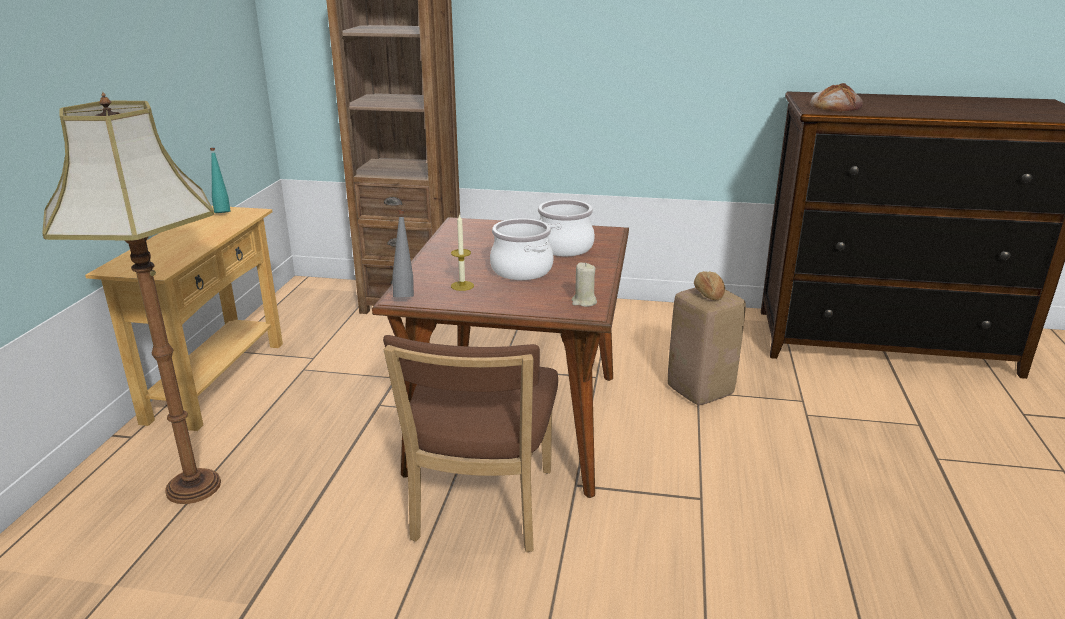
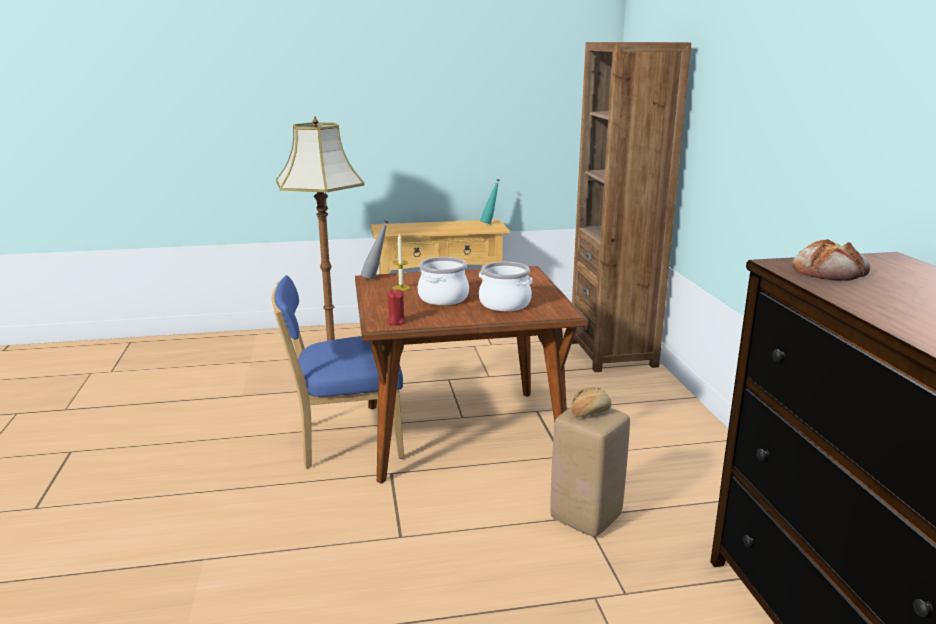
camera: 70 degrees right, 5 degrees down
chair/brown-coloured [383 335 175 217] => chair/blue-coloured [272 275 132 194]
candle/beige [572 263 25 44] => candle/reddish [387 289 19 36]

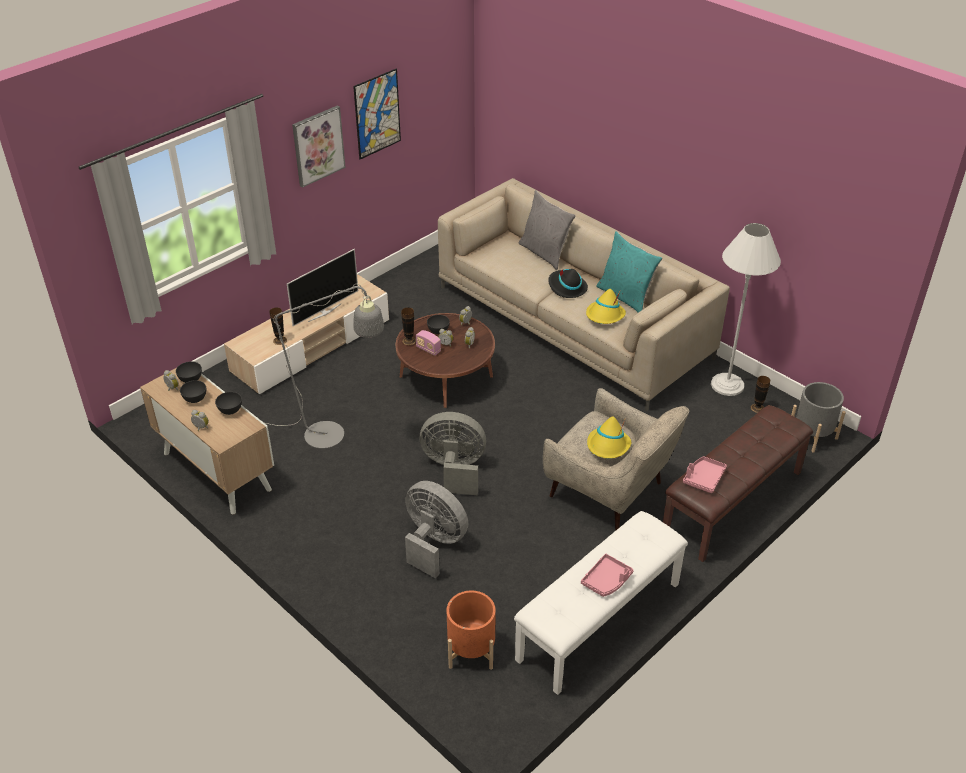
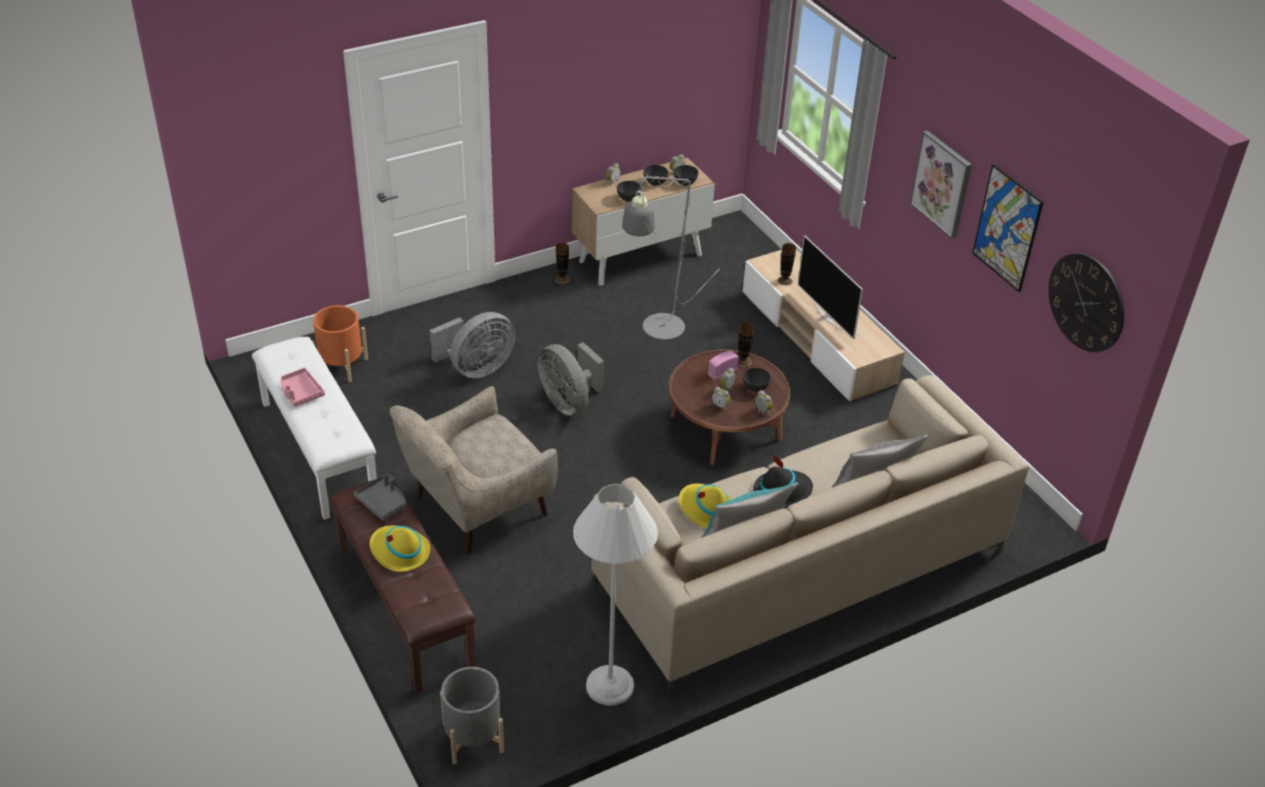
camera: 105 degrees right, 0 degrees up
nothing => hanging clock [1048 253 76 99]
wearable hat/yellow [587 417 44 42] => wearable hat/yellow [370 525 60 47], shifted
decorative vase [751 376 19 37] => decorative vase [555 243 15 41], shifted
tray/pink-coloured [683 456 44 37] => tray/grey [354 474 52 47]
electric fan/grey [419 412 67 83] => electric fan/grey [538 342 66 74], 120 degrees clockwise

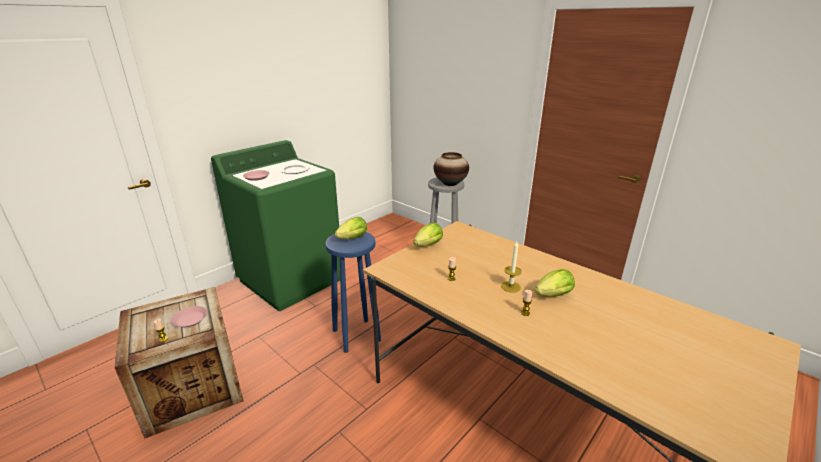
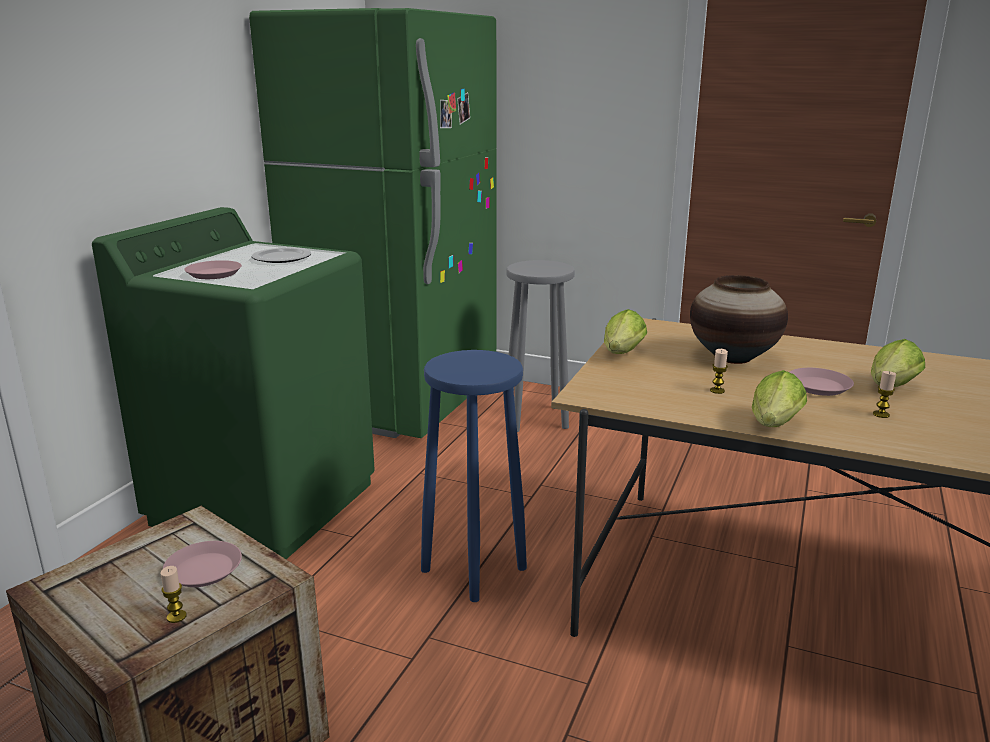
camera: 20 degrees left, 5 degrees down
nothing => fridge/green [249 8 248 430]
head of lettuce [334 217 33 22] => head of lettuce [752 370 55 57], shifted
decorative vase [434 152 35 34] => decorative vase [690 275 98 89], shifted
candle [501 241 21 52] => flat dish/pink-coloured [789 368 65 28]

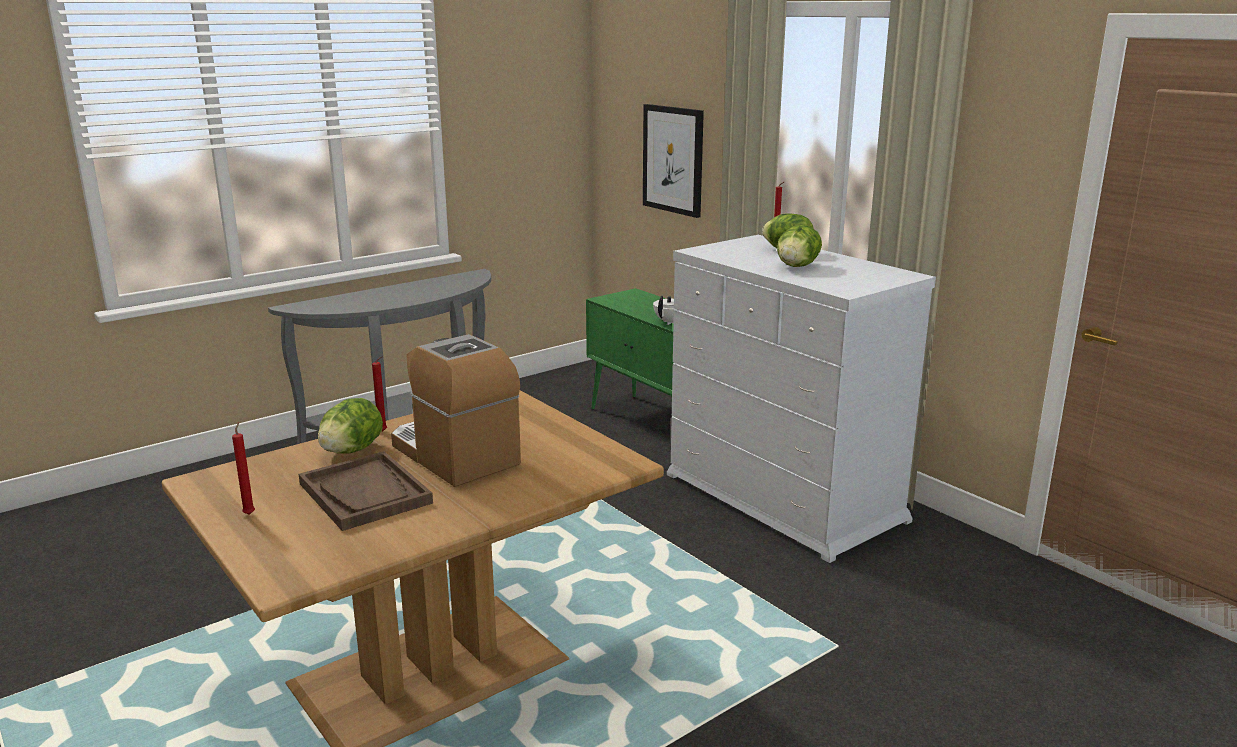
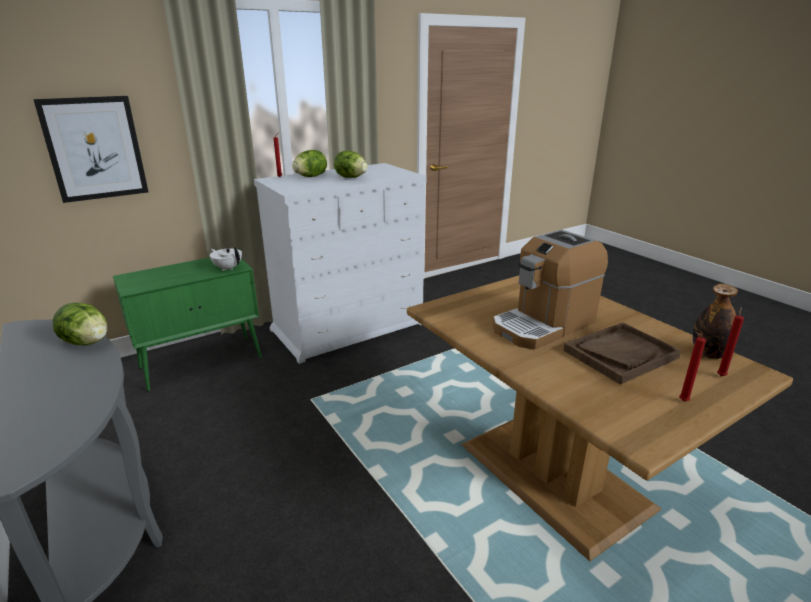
camera: 85 degrees left, 5 degrees up
nothing => beverage bottle [693 284 45 75]
head of lettuce [318 398 65 56] => head of lettuce [52 303 55 43], shifted
candle/reddish [372 356 15 76] => candle/reddish [717 307 27 69], shifted

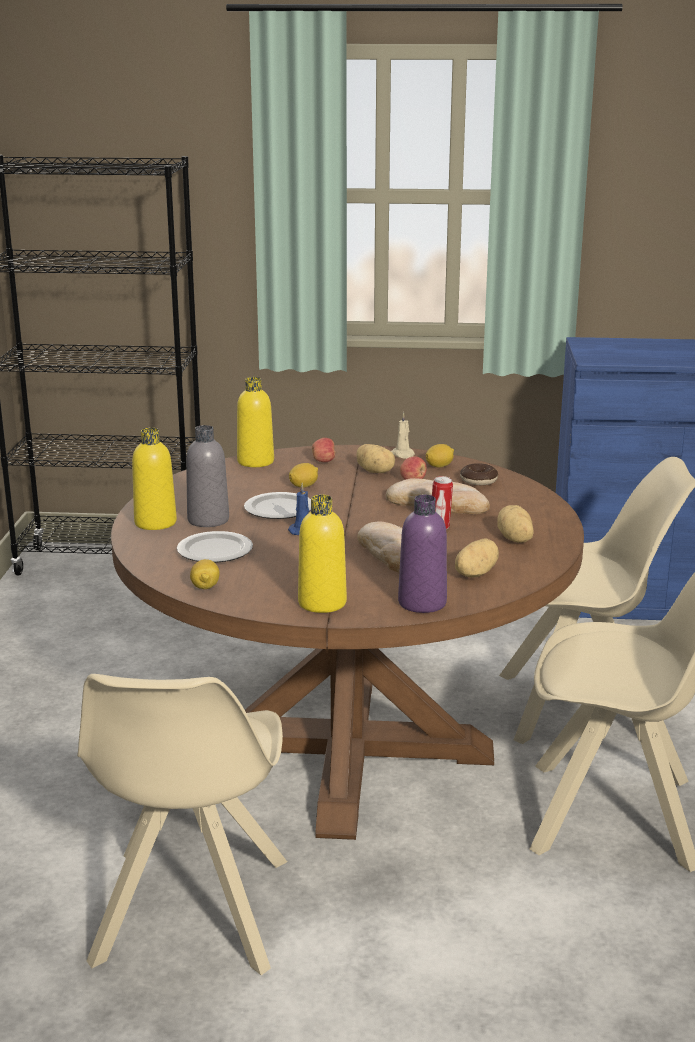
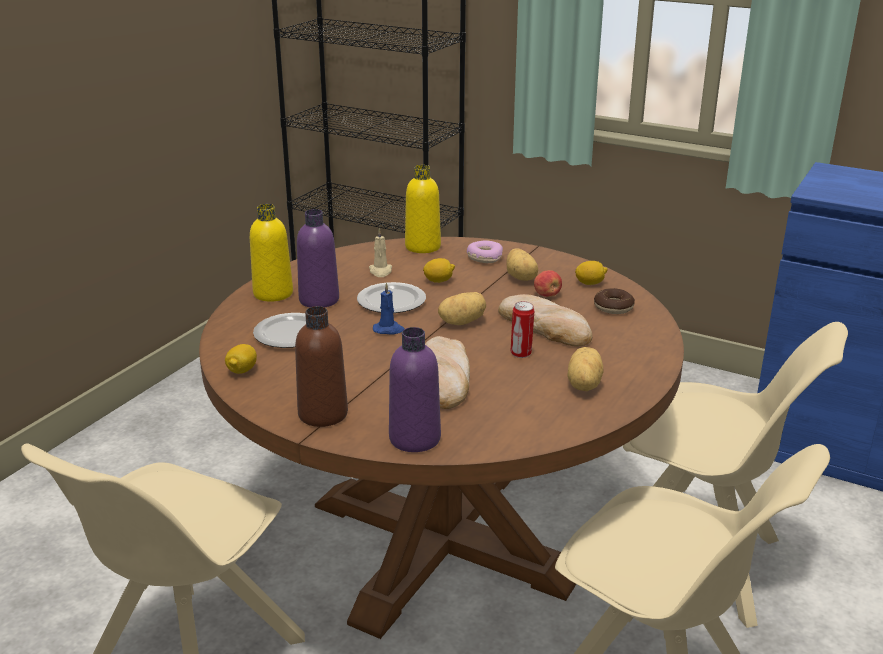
camera: 25 degrees right, 5 degrees up
candle/beige [391 412 24 47] => candle/beige [369 228 23 49], shifted
potato [455 539 44 38] => potato [438 292 48 33], shifted
apple [312 438 24 24] => doughnut [467 240 36 23]
beverage bottle/grey [186 425 43 102] => beverage bottle/purple [297 209 42 98]
beverage bottle/yellow [298 495 49 118] => beverage bottle/brown-coloured [295 306 53 121]

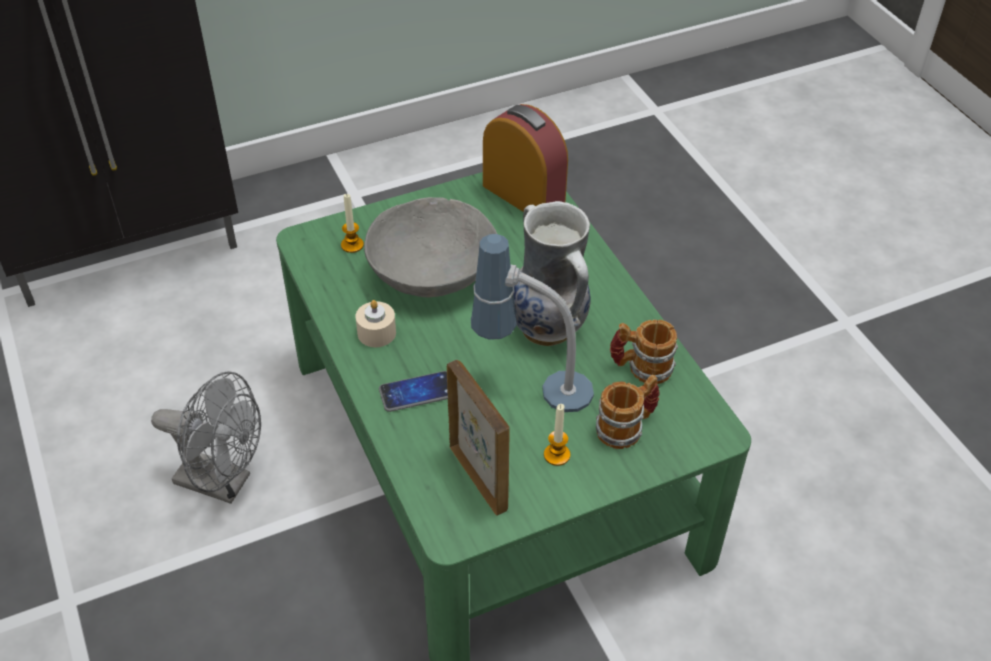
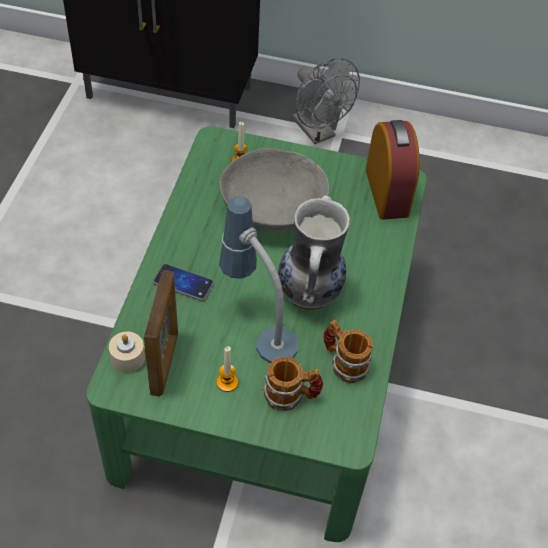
camera: 35 degrees right, 5 degrees up
electric fan/grey [151 371 110 133] => electric fan/grey [293 58 67 86], shifted
candle/beige [355 300 41 47] => candle/beige [109 332 36 41], shifted

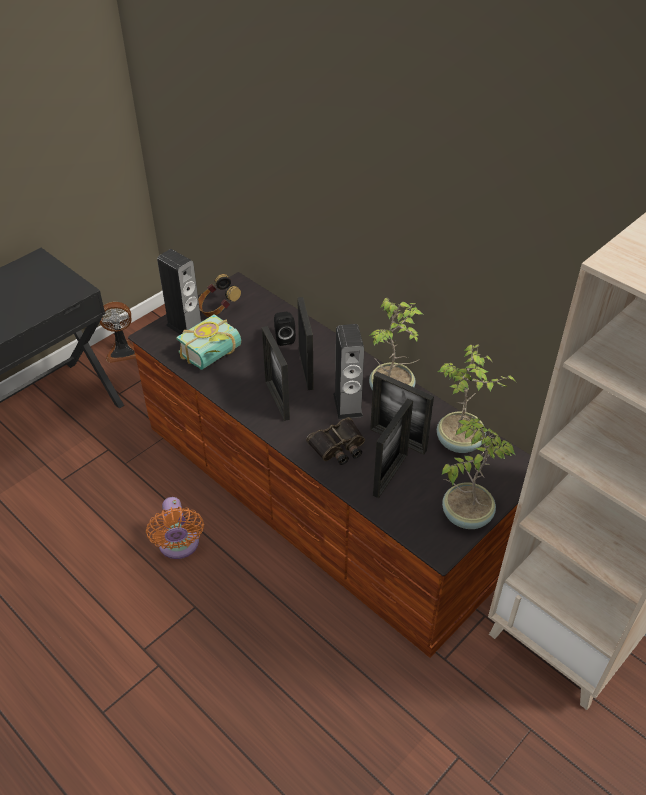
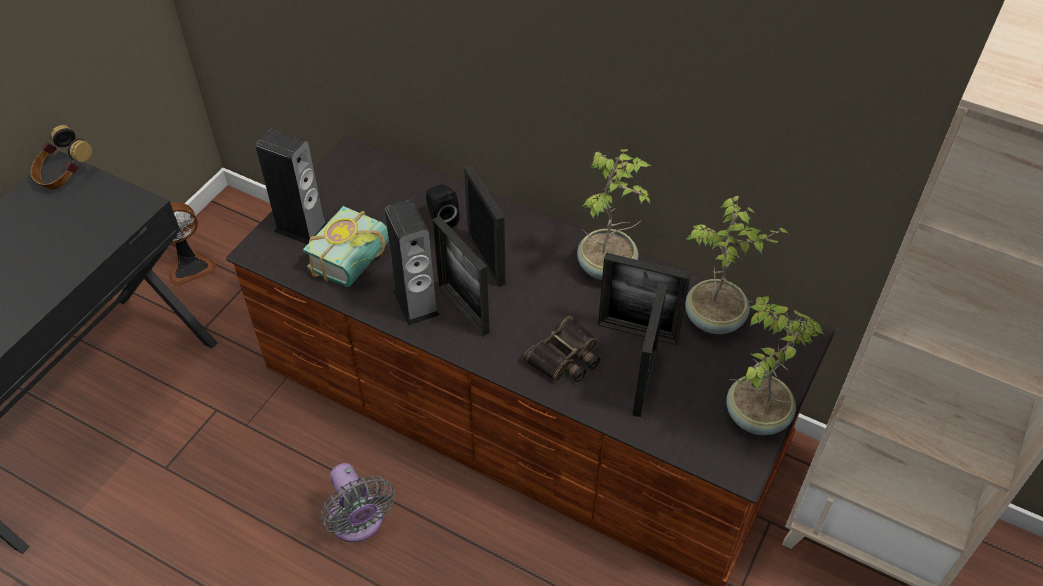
camera: 15 degrees left, 5 degrees up
headset [198 274 43 43] => headset [31 125 61 65], shifted
speaker [333 324 31 95] => speaker [384 200 56 126], shifted
electric fan/orange-coloured [146 497 58 62] => electric fan/grey [321 463 74 79]

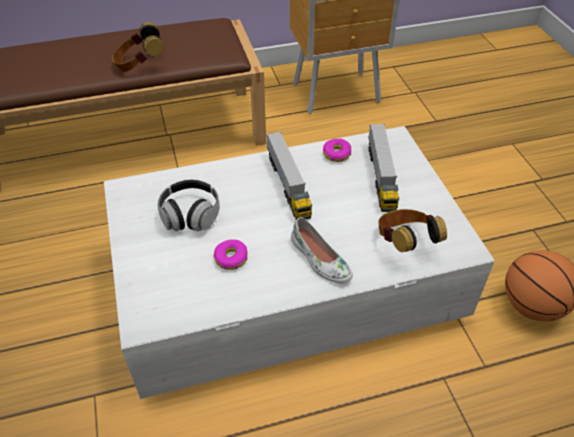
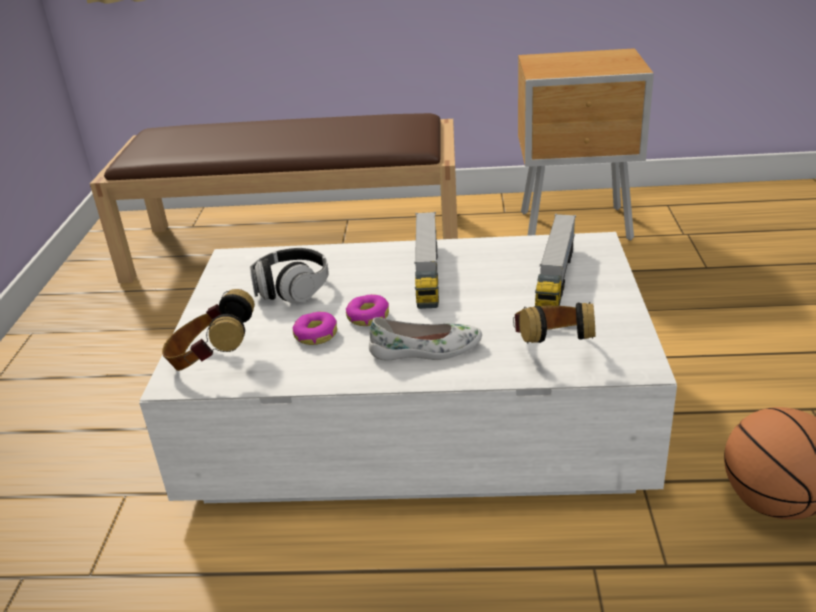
camera: 20 degrees right, 15 degrees down
headset [112 22 51 50] => headset [162 289 93 82], shifted
doughnut [323 138 28 24] => doughnut [346 294 43 32], shifted
shoe/whitish [291 217 62 66] => shoe/whitish [369 317 113 43], 75 degrees counterclockwise

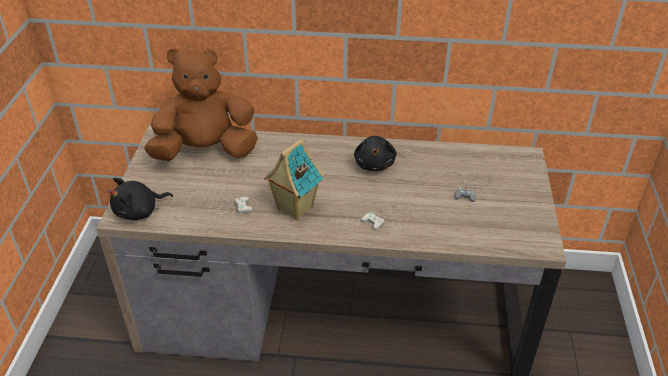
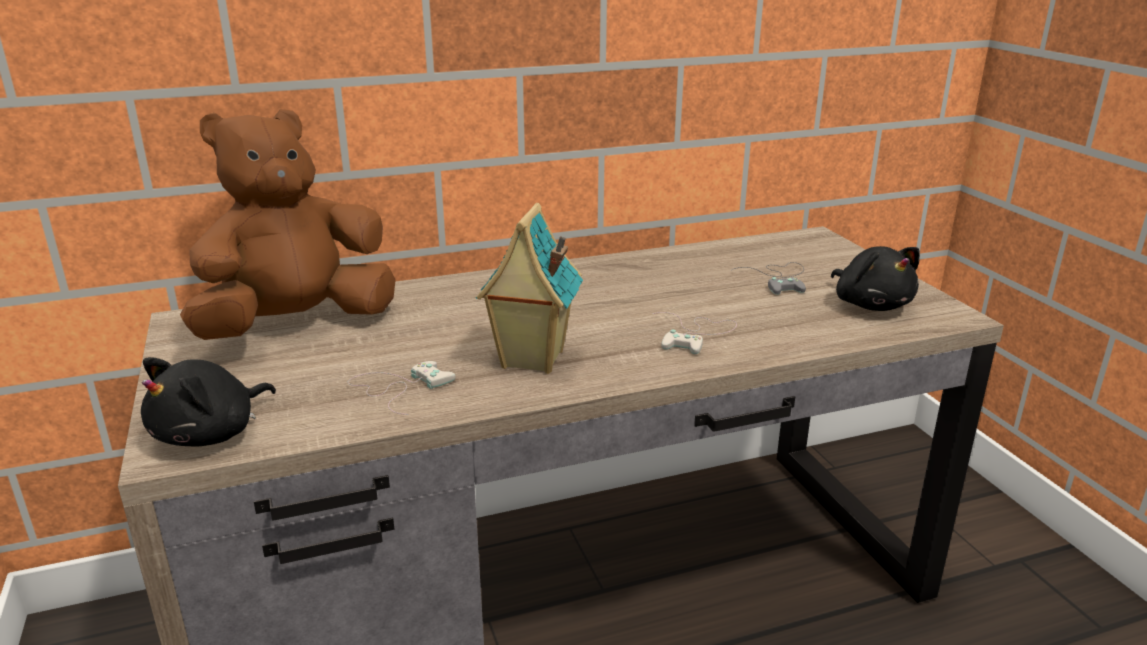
camera: 25 degrees left, 15 degrees down
soft toy/blackish [354 136 43 35] => soft toy/blackish [831 246 89 65], shifted

